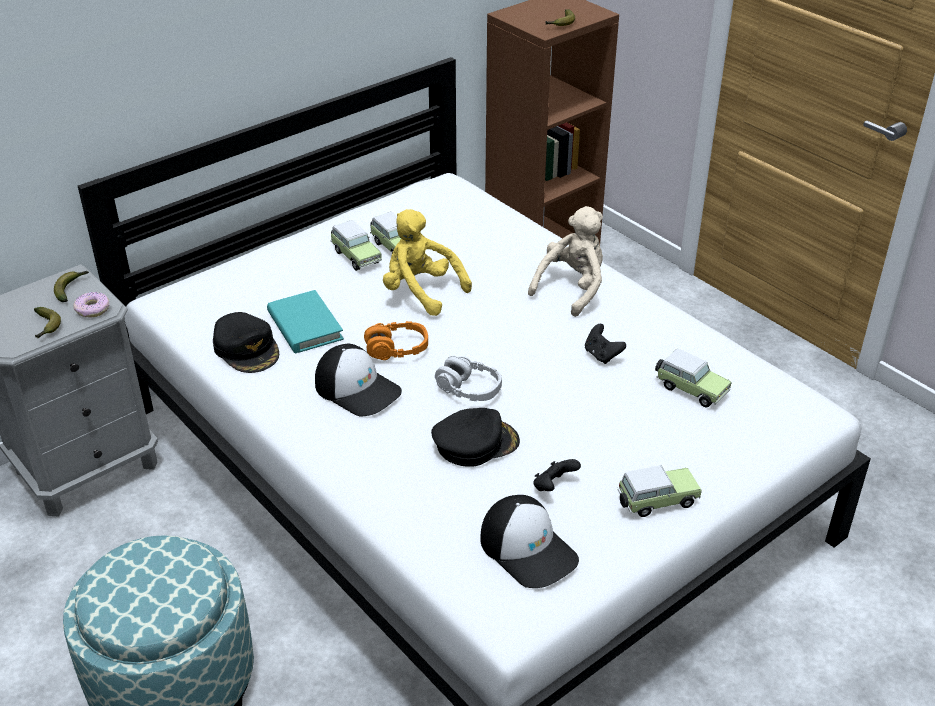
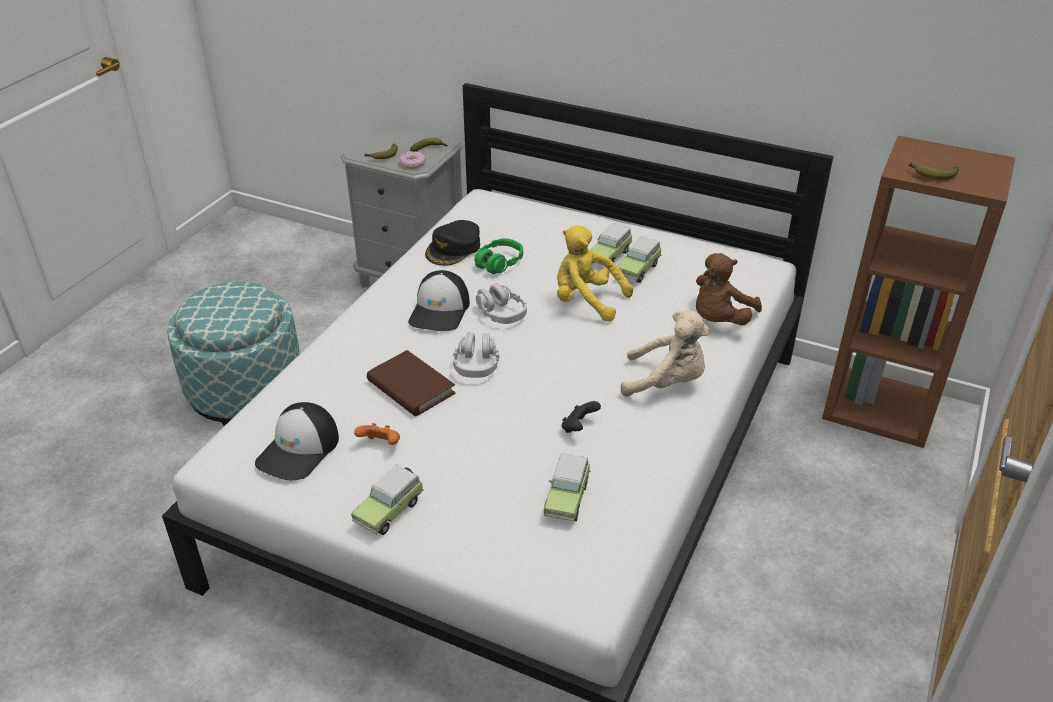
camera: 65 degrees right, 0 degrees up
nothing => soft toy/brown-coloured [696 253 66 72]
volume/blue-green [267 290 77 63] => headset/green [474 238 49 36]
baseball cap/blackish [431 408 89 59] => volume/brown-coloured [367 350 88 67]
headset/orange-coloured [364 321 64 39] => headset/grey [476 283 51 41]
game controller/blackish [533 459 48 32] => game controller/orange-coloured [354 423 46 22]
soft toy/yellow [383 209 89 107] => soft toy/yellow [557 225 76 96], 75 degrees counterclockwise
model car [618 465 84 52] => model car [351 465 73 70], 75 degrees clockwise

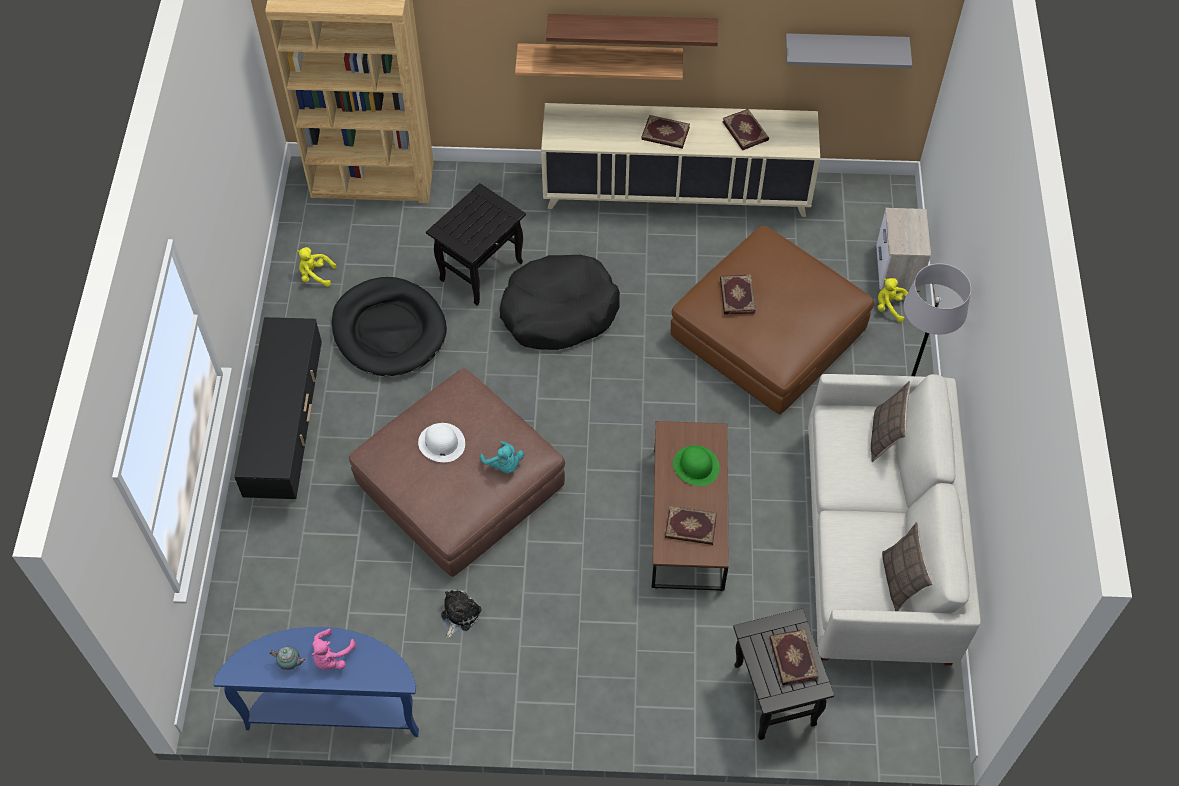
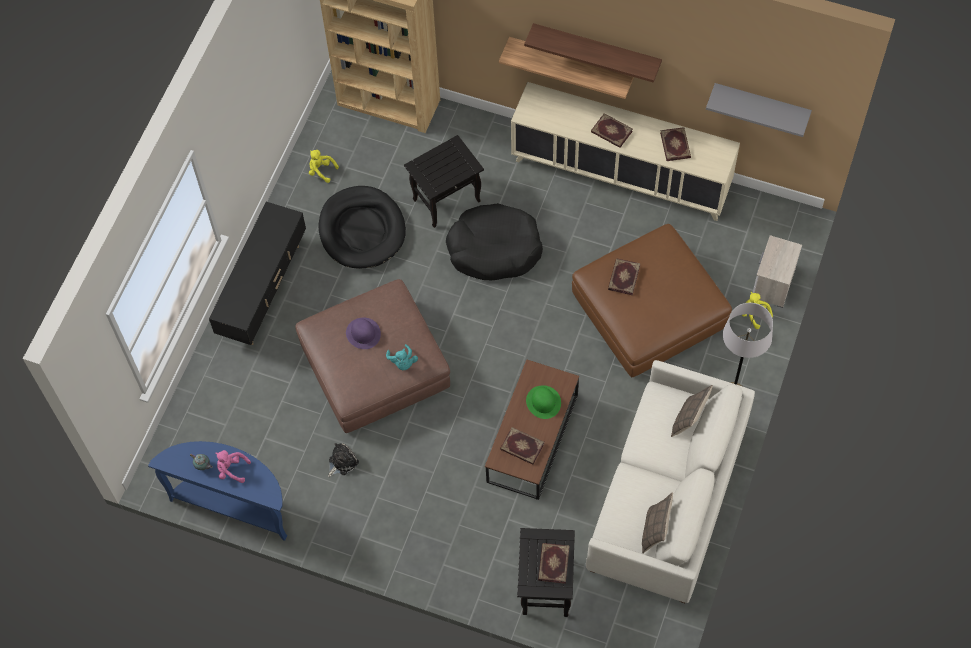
camera: 20 degrees right, 5 degrees up
wearable hat/whitish [418 423 47 39] => wearable hat/purple [346 318 35 31]
soft toy/pink-coloured [312 629 44 41] => soft toy/pink-coloured [216 450 35 33], 60 degrees clockwise

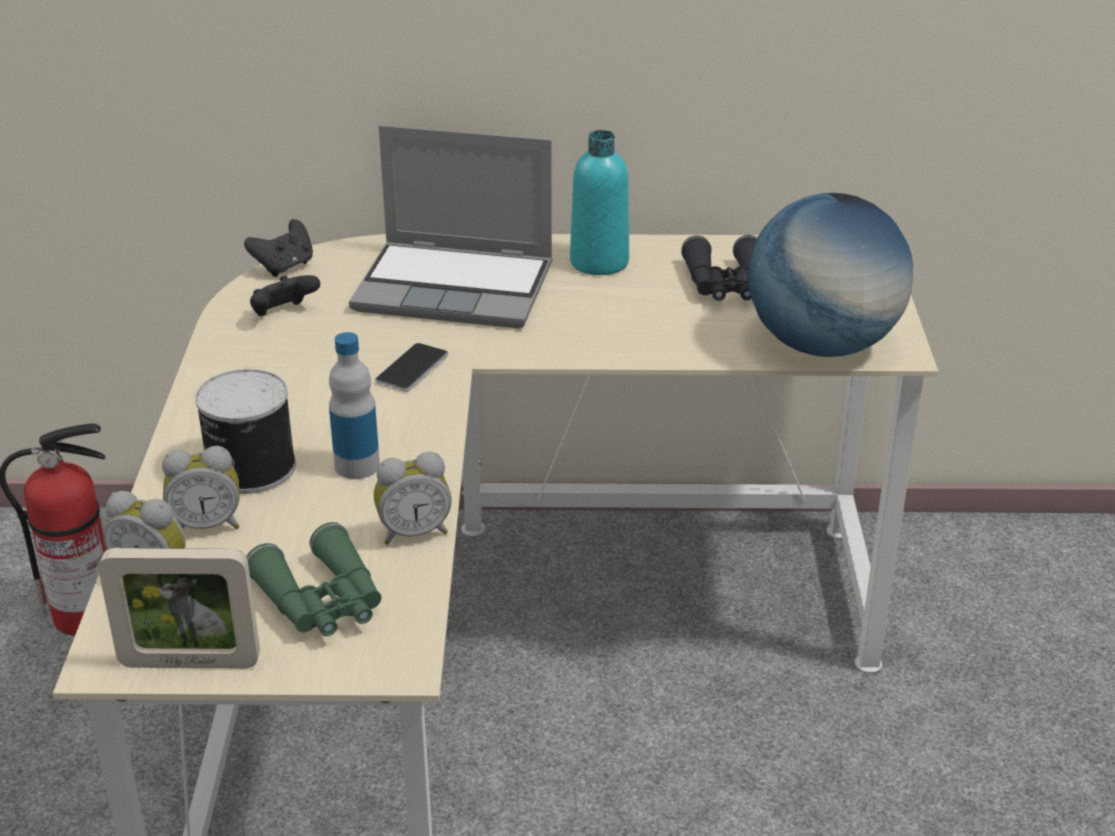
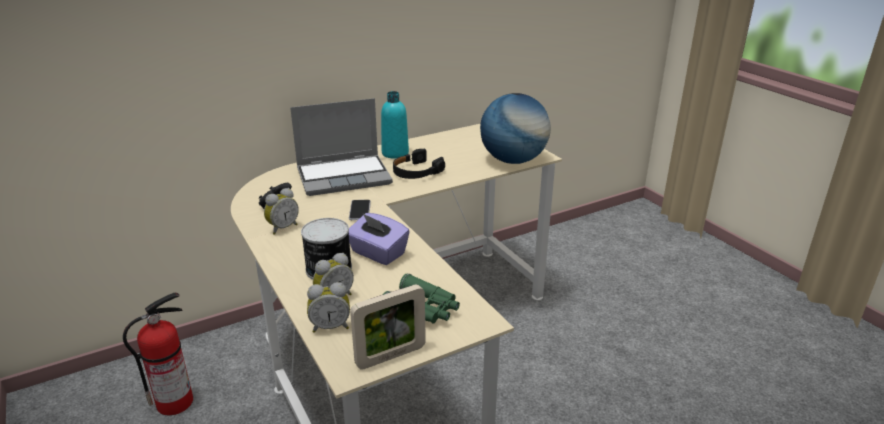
camera: 30 degrees left, 5 degrees down
game controller/blackish [244 219 69 58] => nothing
field glasses/blackish [681 235 76 66] => nothing
nothing => headset/blackish [393 149 52 30]
alarm clock [374 452 78 93] => alarm clock [264 188 35 47], shifted
beverage bottle [329 332 51 147] => box of tissues/purple [349 213 61 52]

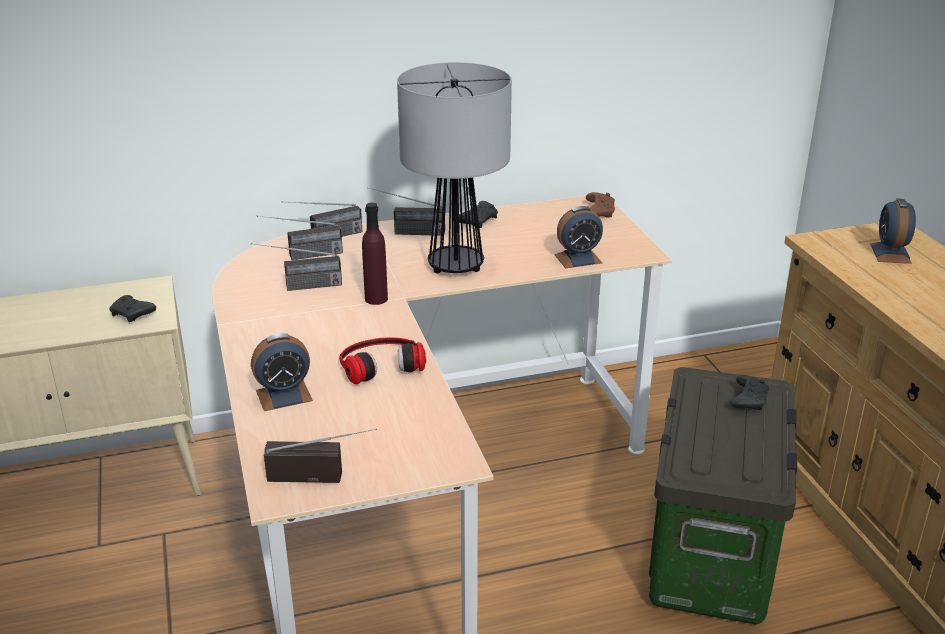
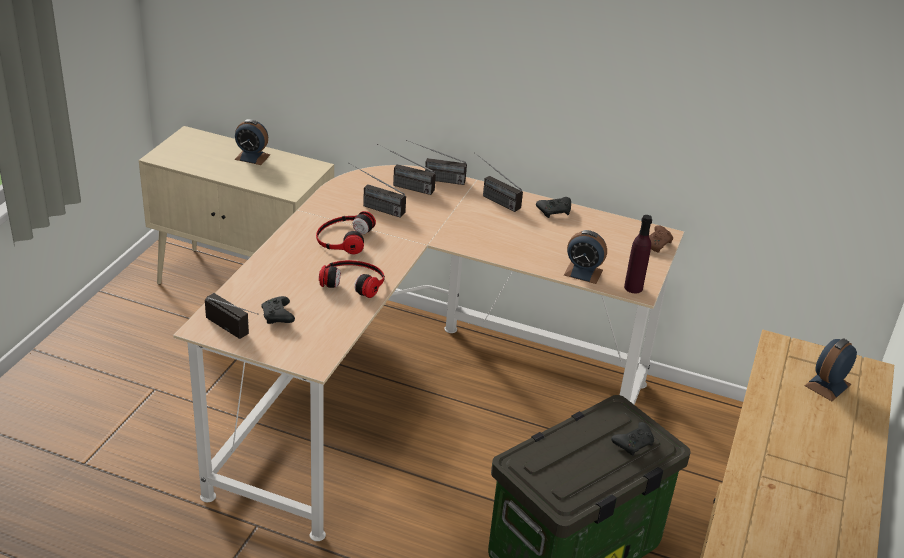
camera: 35 degrees right, 5 degrees up
tabletop lamp [397 62 115 212] => nothing
nothing => headset [316 211 60 43]
game controller/blackish [109 295 47 27] => game controller/blackish [261 296 34 28], shifted
alarm clock [251 333 62 78] => alarm clock [234 119 36 46], shifted
beverage bottle/purple [362 203 26 102] => beverage bottle/purple [624 215 28 78], shifted

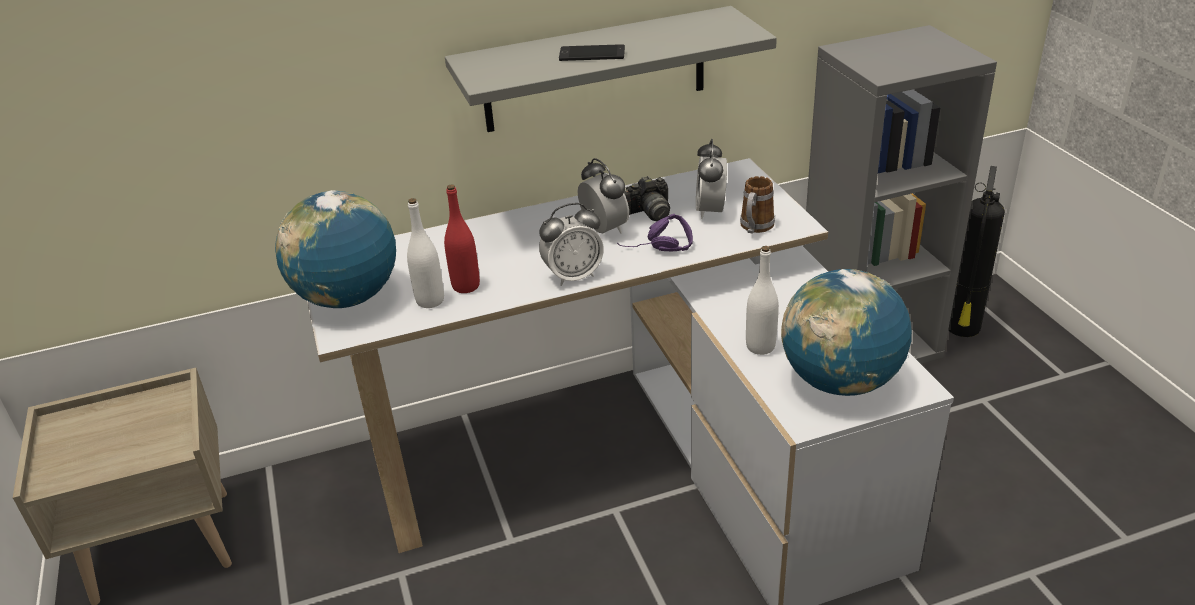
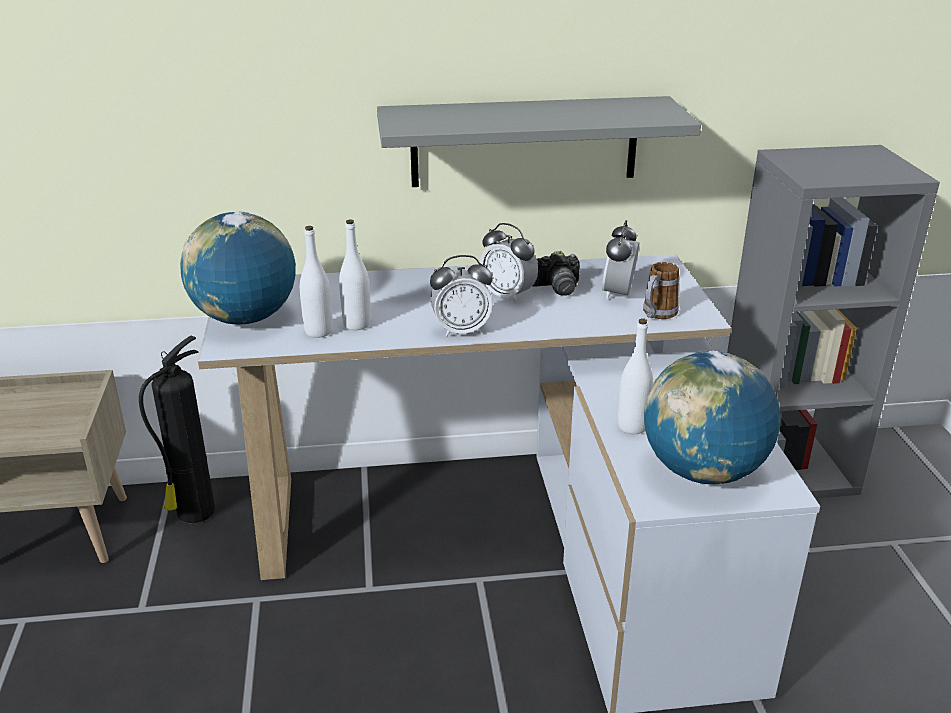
camera: 10 degrees right, 5 degrees down
handset [559 44 66 17] => nothing
headset/purple [617 214 76 37] => nothing
extinguisher [948 166 57 171] => extinguisher [139 335 76 188], shifted
beverage bottle/reddish [444 184 36 109] => beverage bottle/whitish [339 219 32 111]
alarm clock [578 158 51 76] => alarm clock [480 223 58 81], 150 degrees clockwise

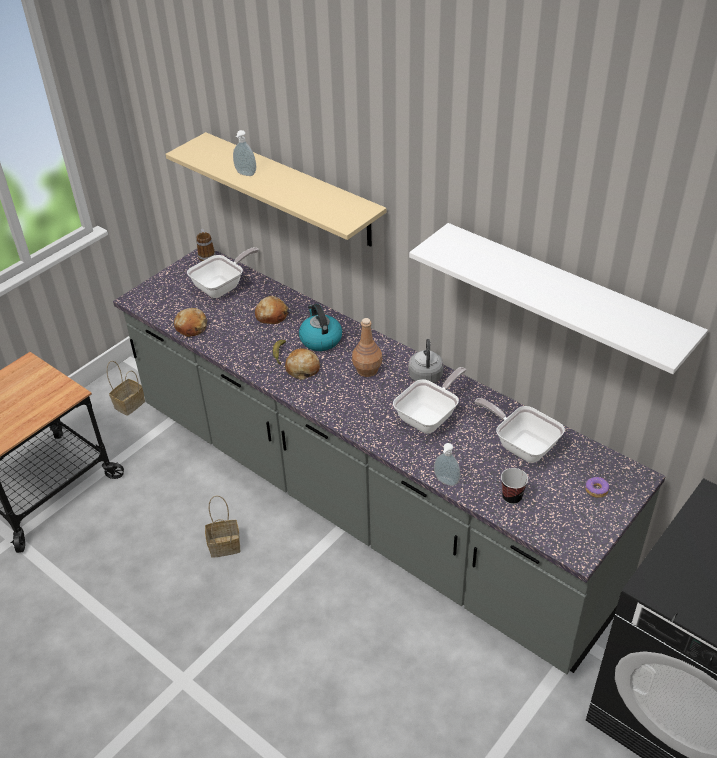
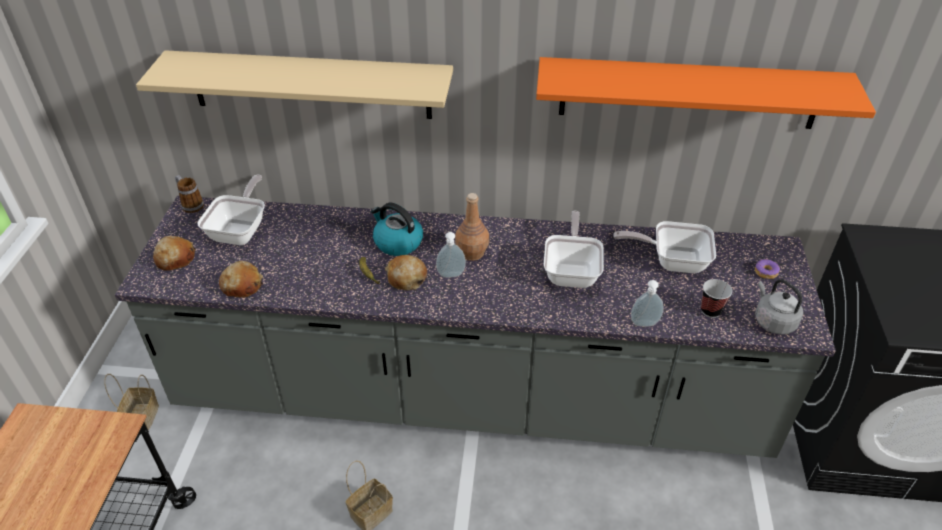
camera: 35 degrees left, 0 degrees up
soap dispenser [233 130 23 46] => soap dispenser [436 232 30 46], shifted
bread [255 296 34 28] => bread [153 236 43 35], shifted
water kettle/grey [408 339 36 44] => water kettle/grey [755 279 48 56], shifted
shelf/whitish [409 223 299 151] => shelf/orange-coloured [536 57 340 72]

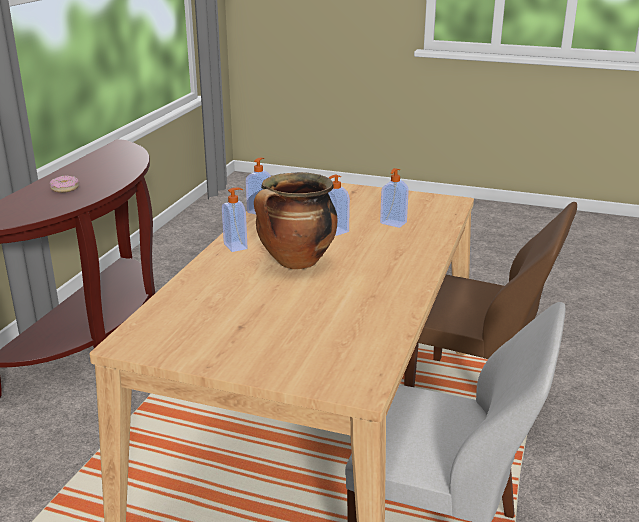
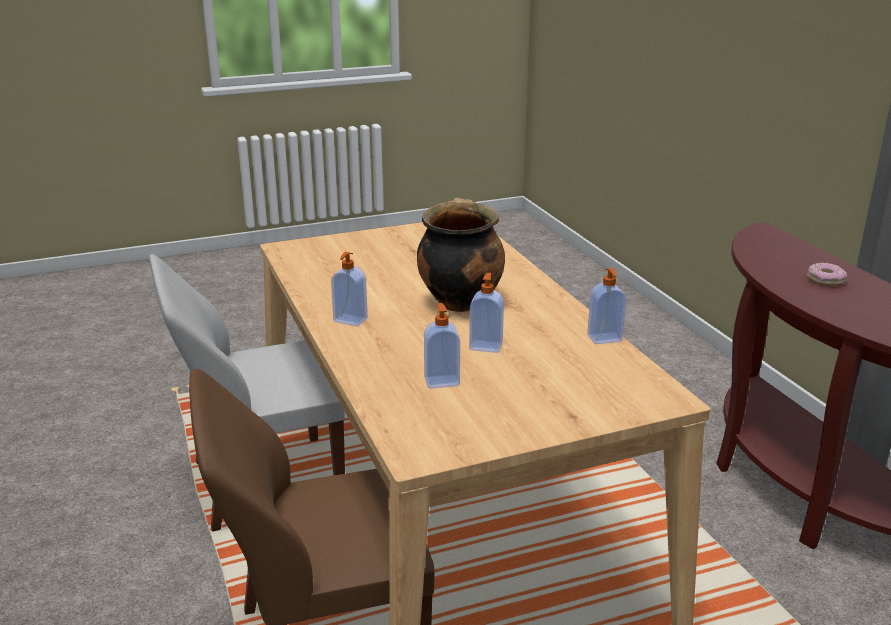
camera: 140 degrees right, 0 degrees up
soap dispenser [222 188 26 64] => soap dispenser [331 252 37 74], shifted

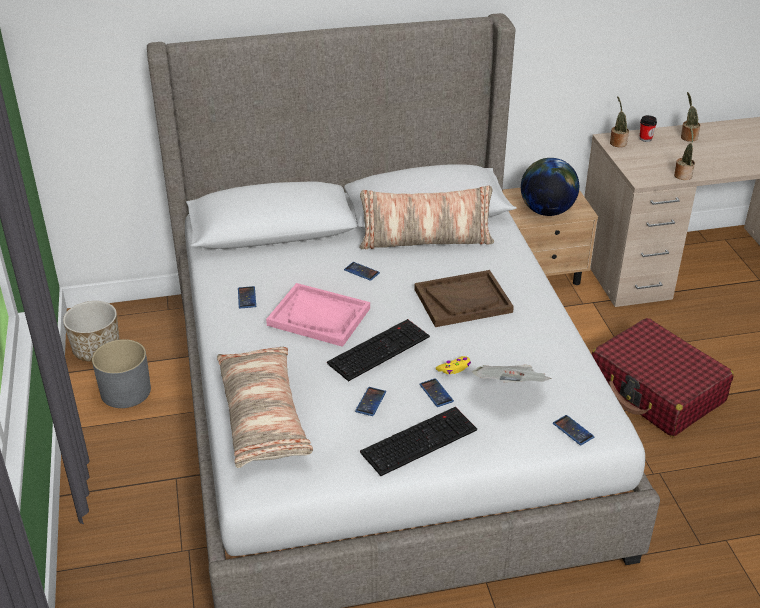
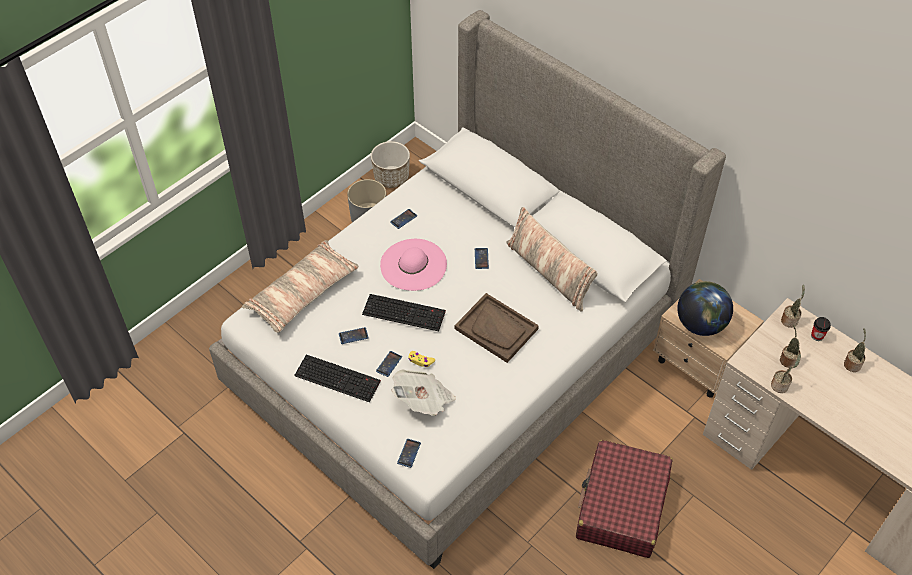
camera: 55 degrees right, 15 degrees up
nothing => houseplant [780 325 21 43]
tray/pink-coloured [266 283 104 64] => wearable hat/pink-coloured [380 239 67 52]

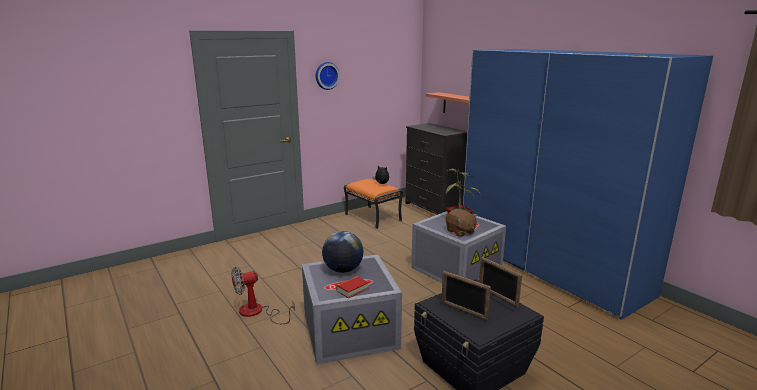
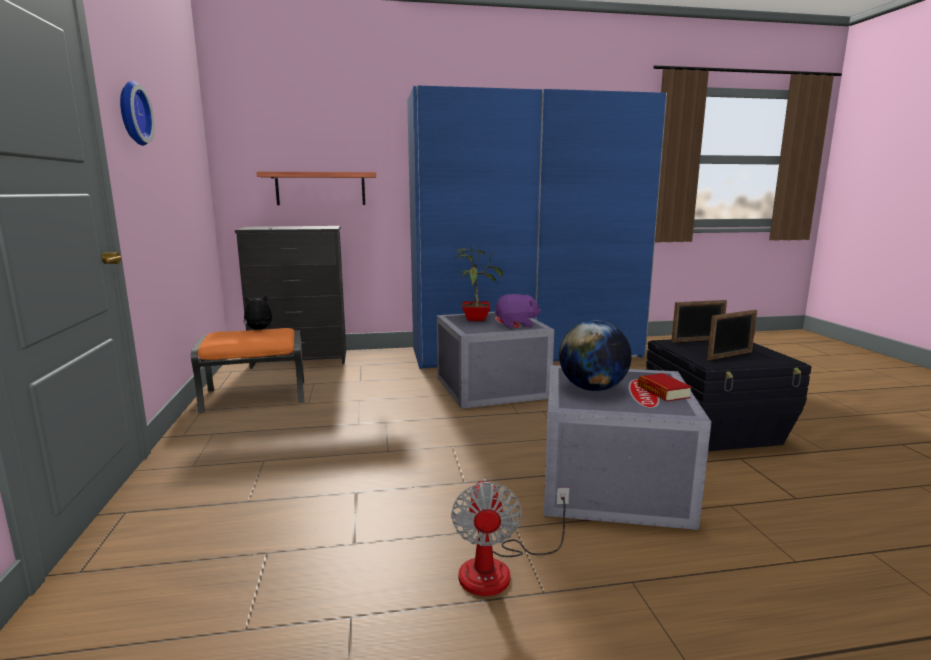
camera: 65 degrees left, 5 degrees down
soft toy/brown-coloured [446 209 31 28] => soft toy/purple [495 294 46 34]

